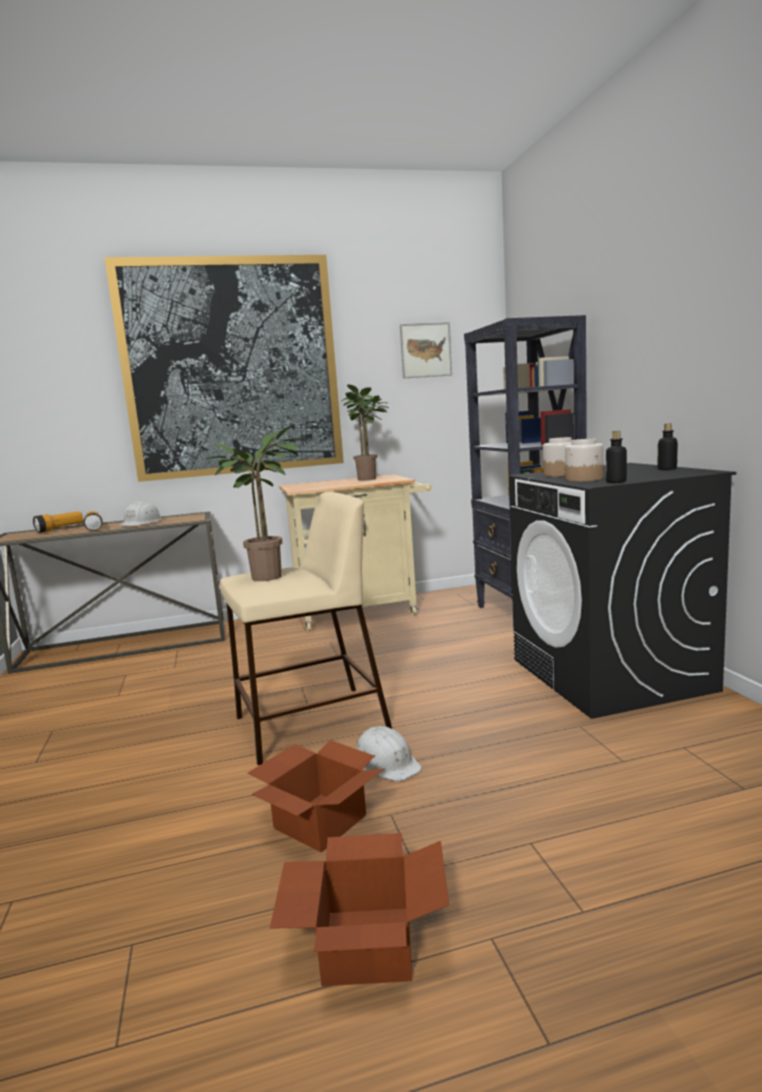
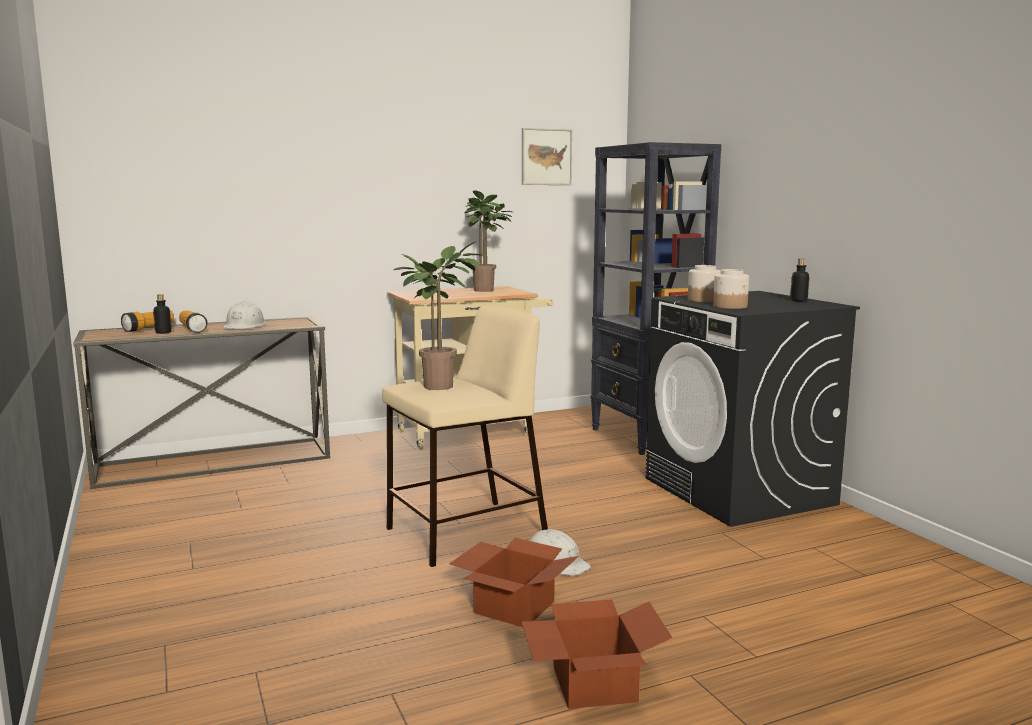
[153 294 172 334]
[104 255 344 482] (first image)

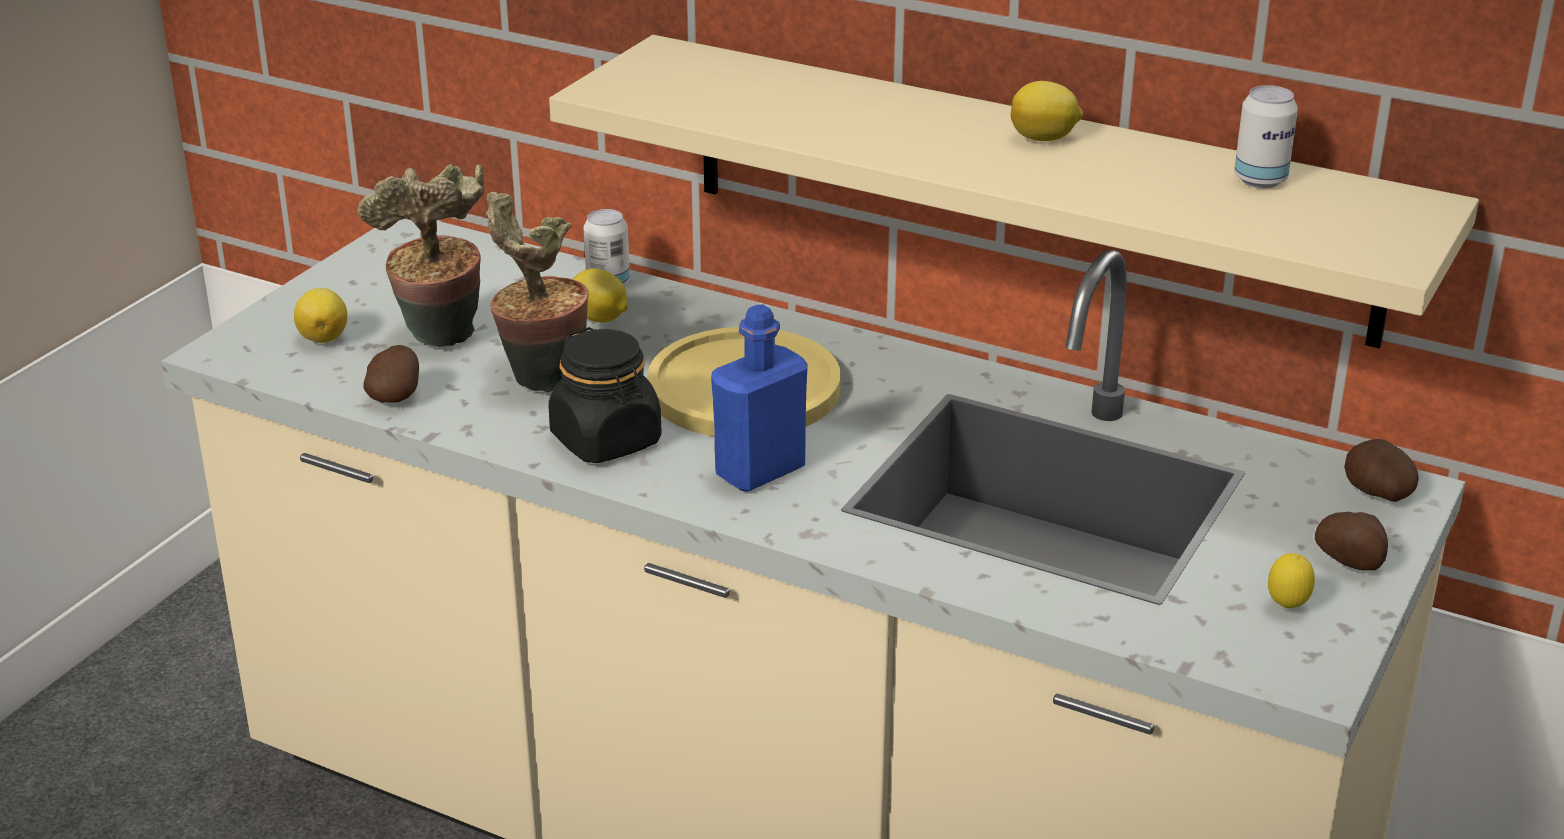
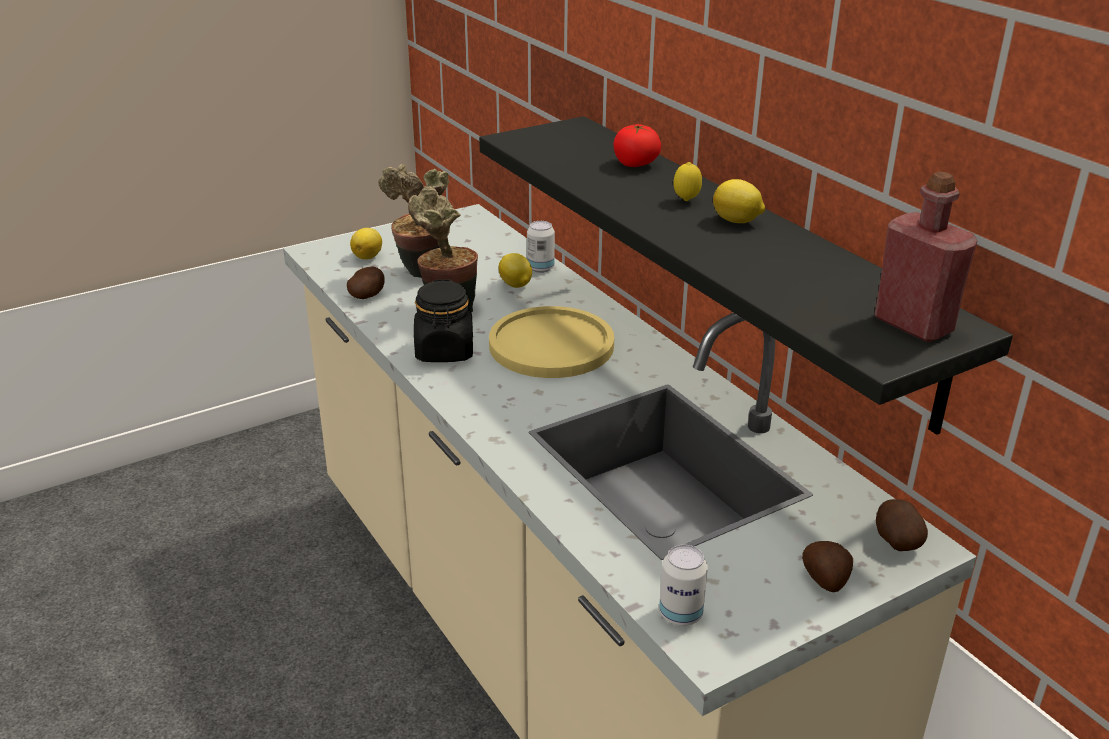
[479 116 1013 435]
[614 124 661 167]
[659 545 708 626]
[673 162 702 201]
[875 172 977 342]
[711 304 808 492] (first image)

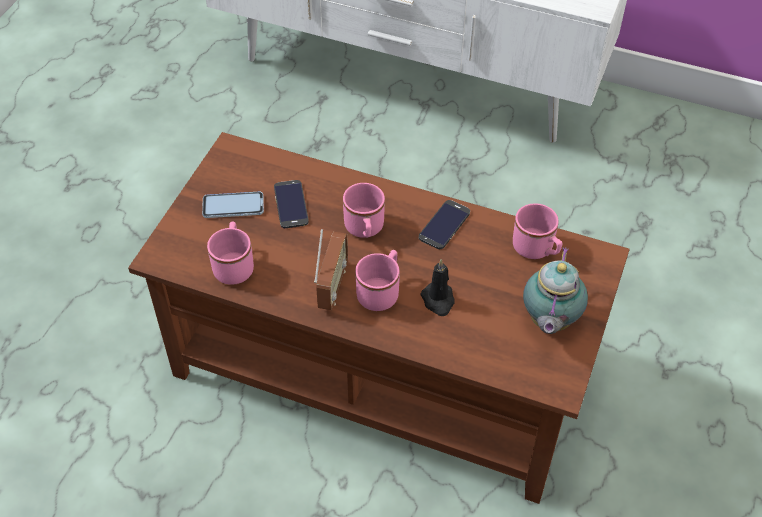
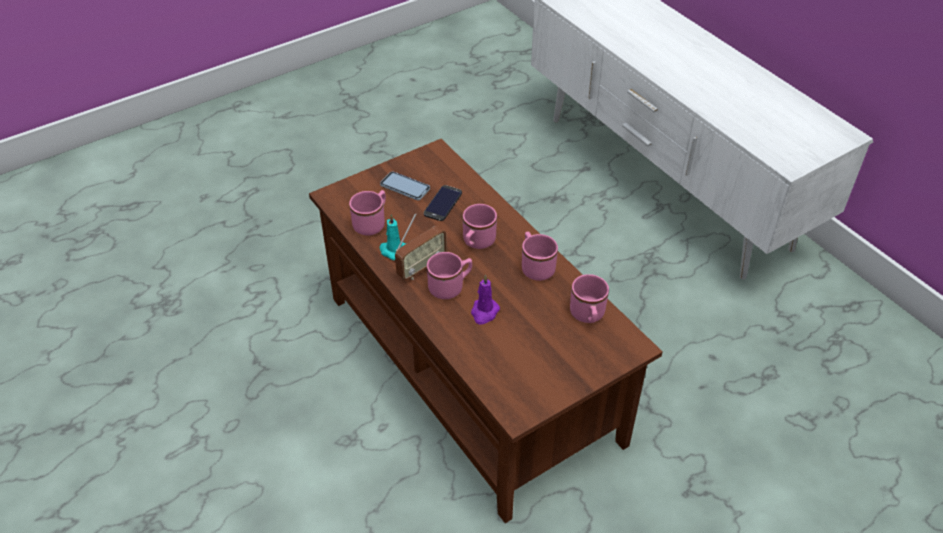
[380 214 406 260]
[471 275 500 325]
[522 232 558 281]
[523 247 588 334] (first image)

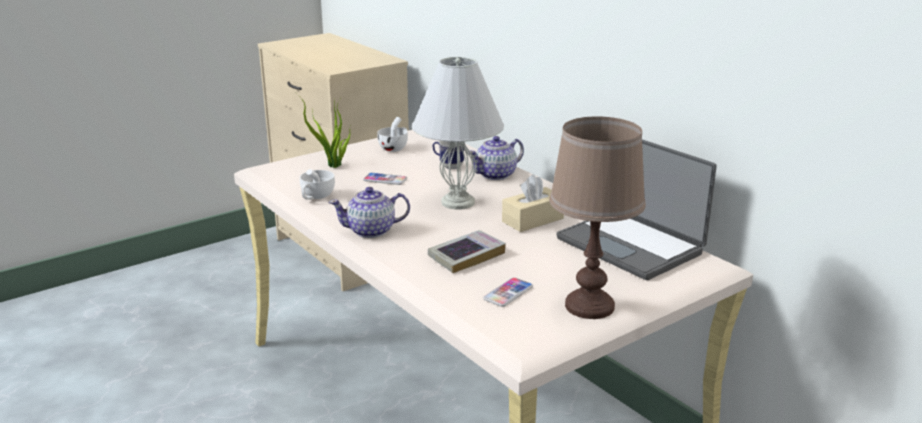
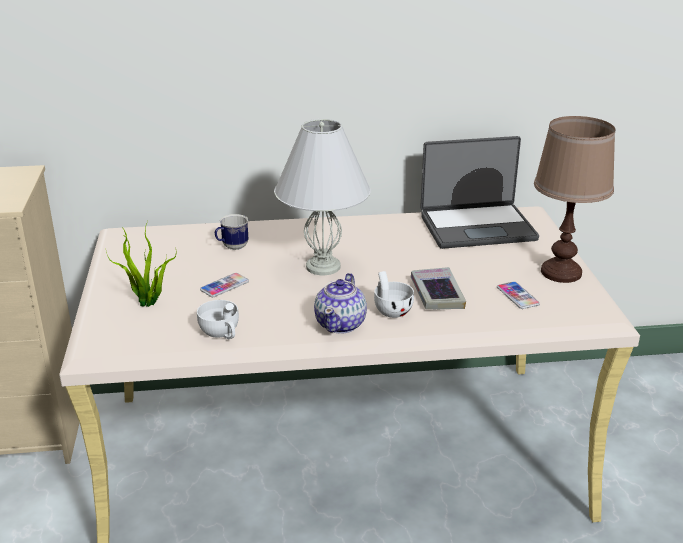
[374 271 414 318]
[468 136 524 180] (first image)
[502 174 564 232] (first image)

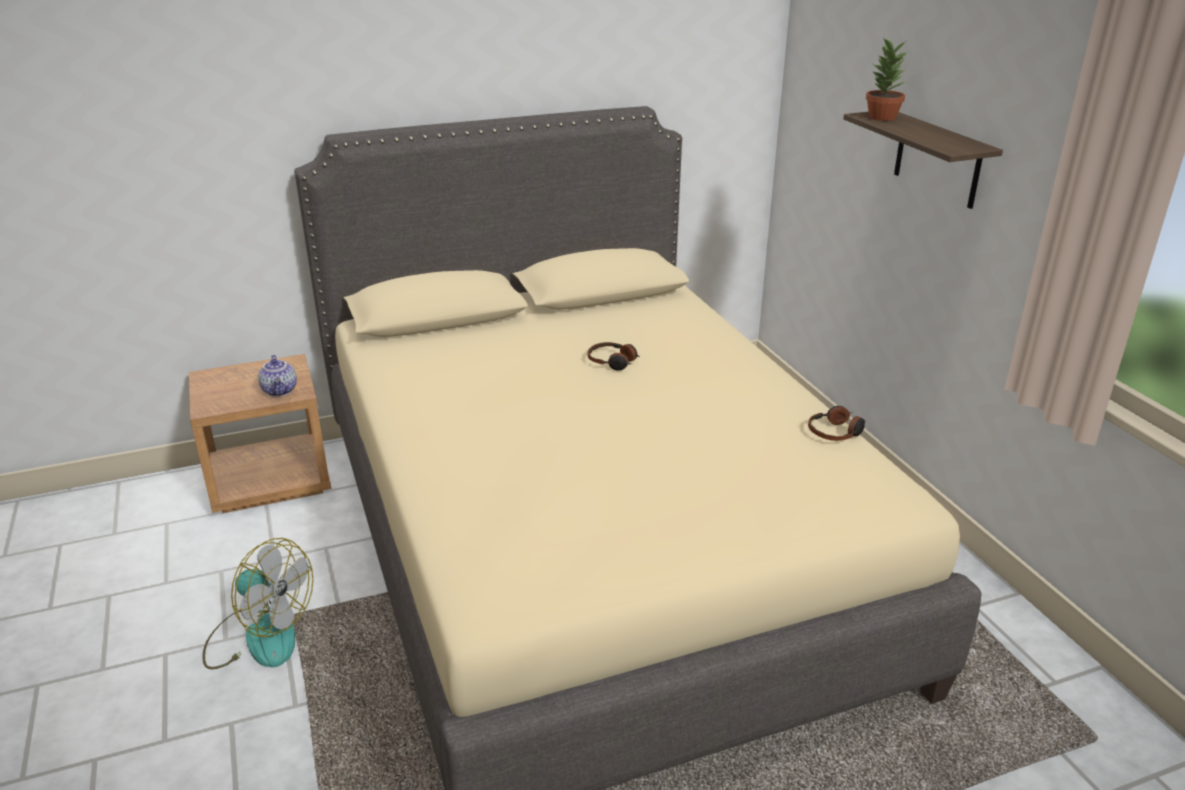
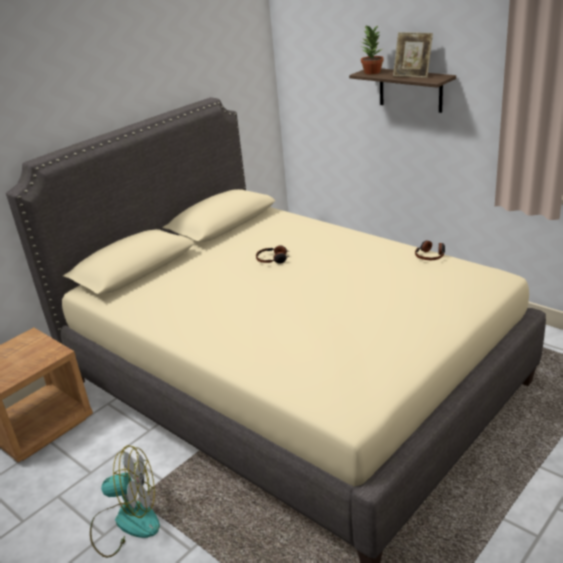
[393 32 433 78]
[258 355 297 397] (first image)

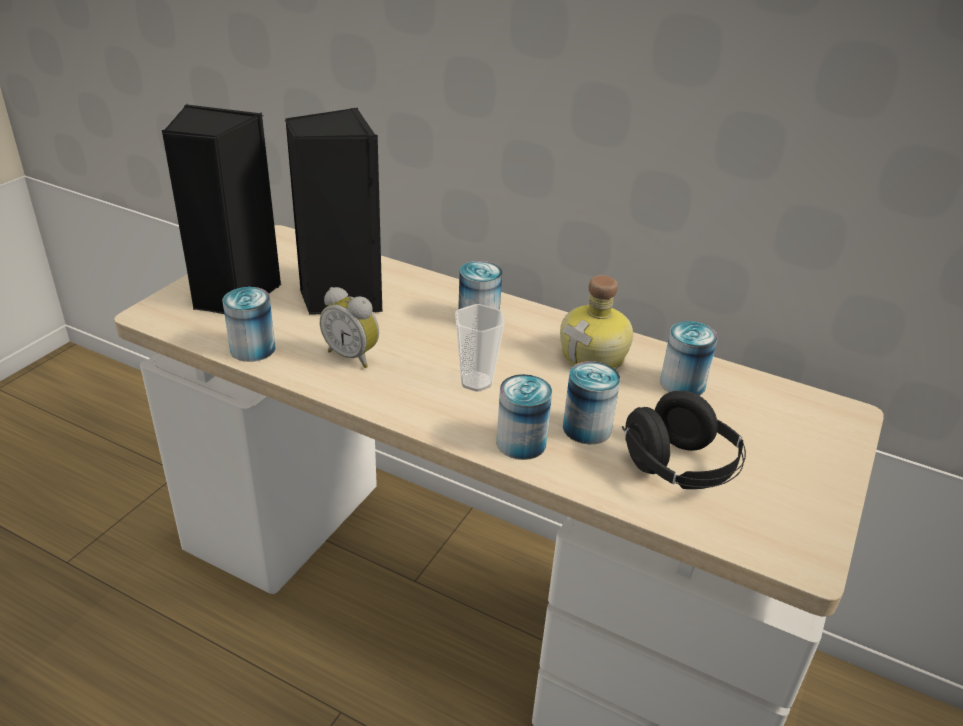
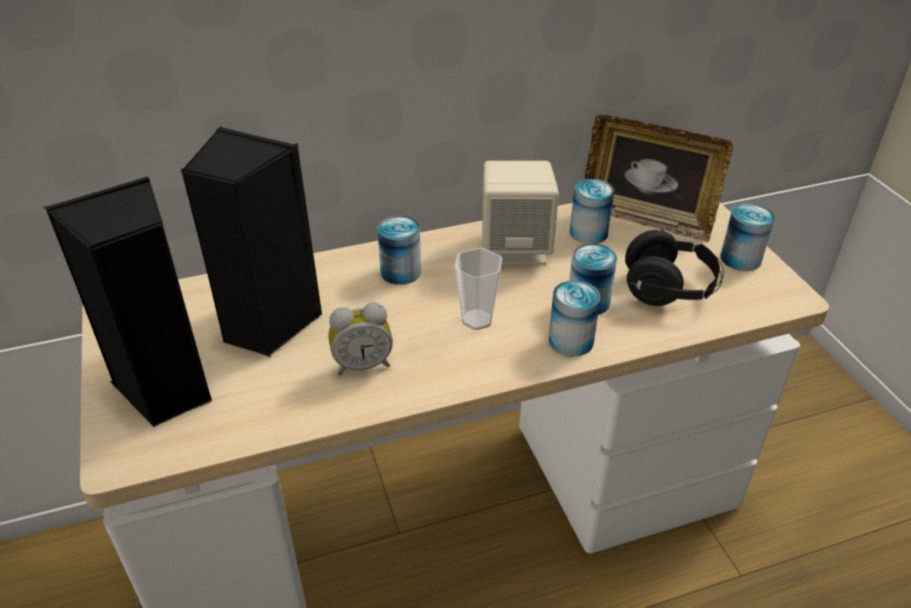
[482 161 559 264]
[584 115 733 242]
[720 203 775 271]

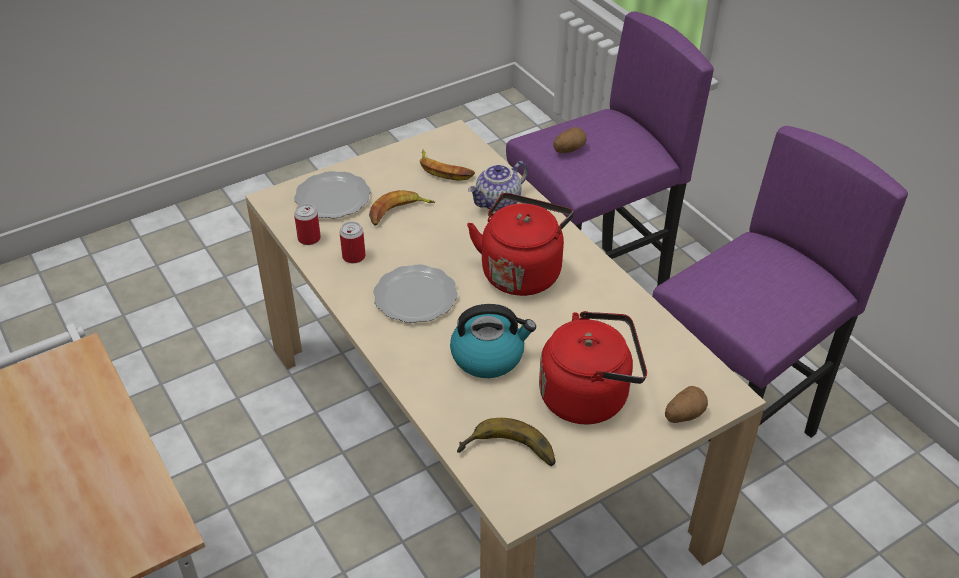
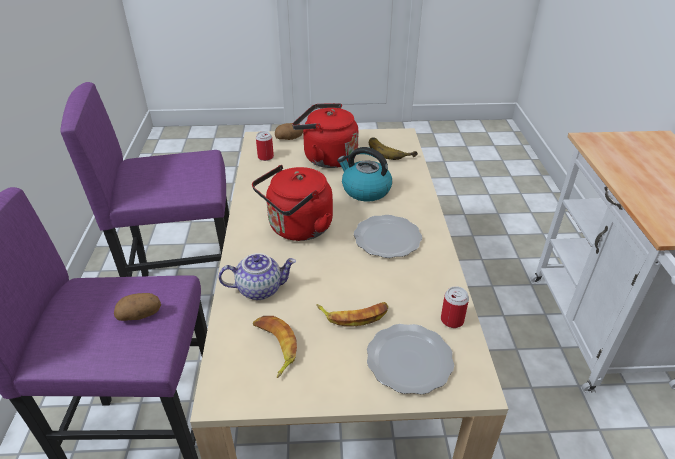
[256 131 274 161]

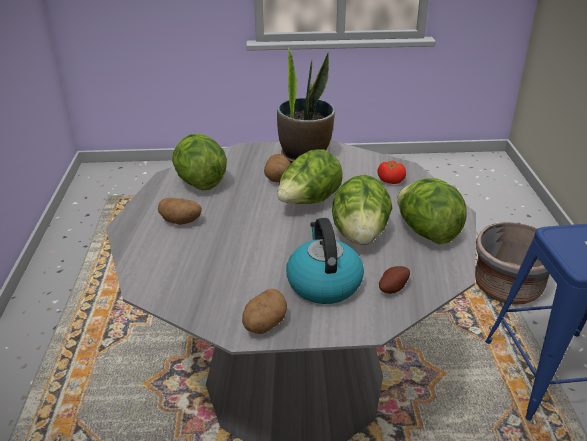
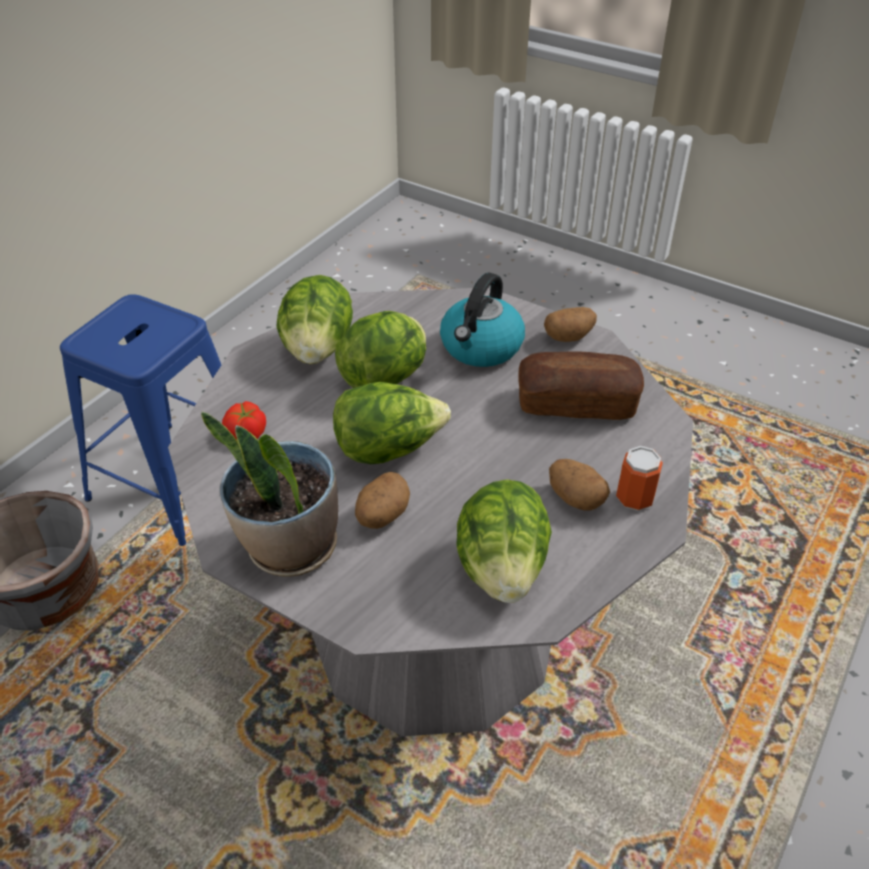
[518 352 644 420]
[616 446 663 511]
[379 266 410 294] (first image)

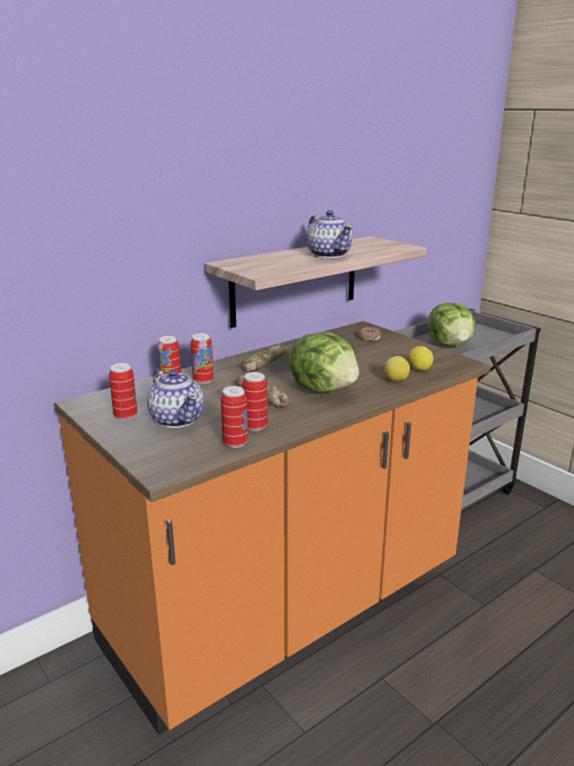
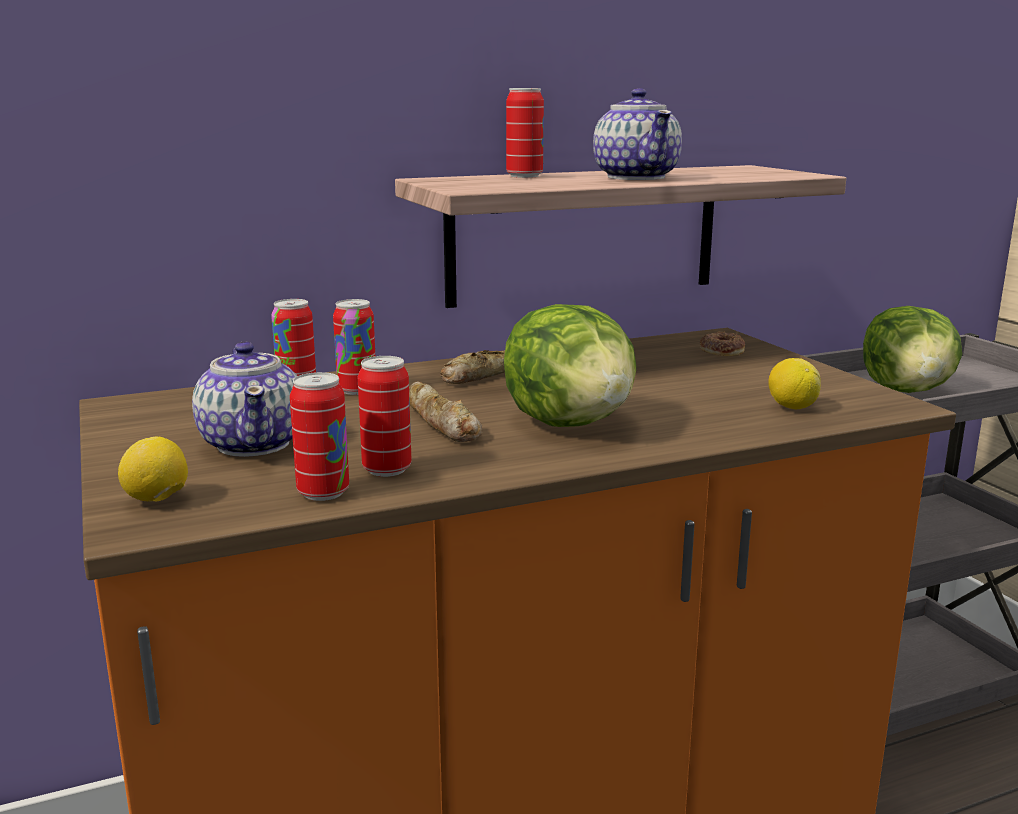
[118 436 188 501]
[506 88 544 178]

